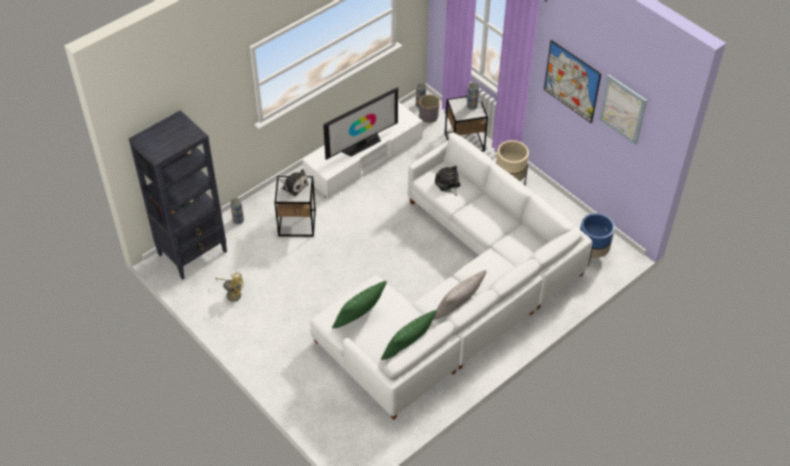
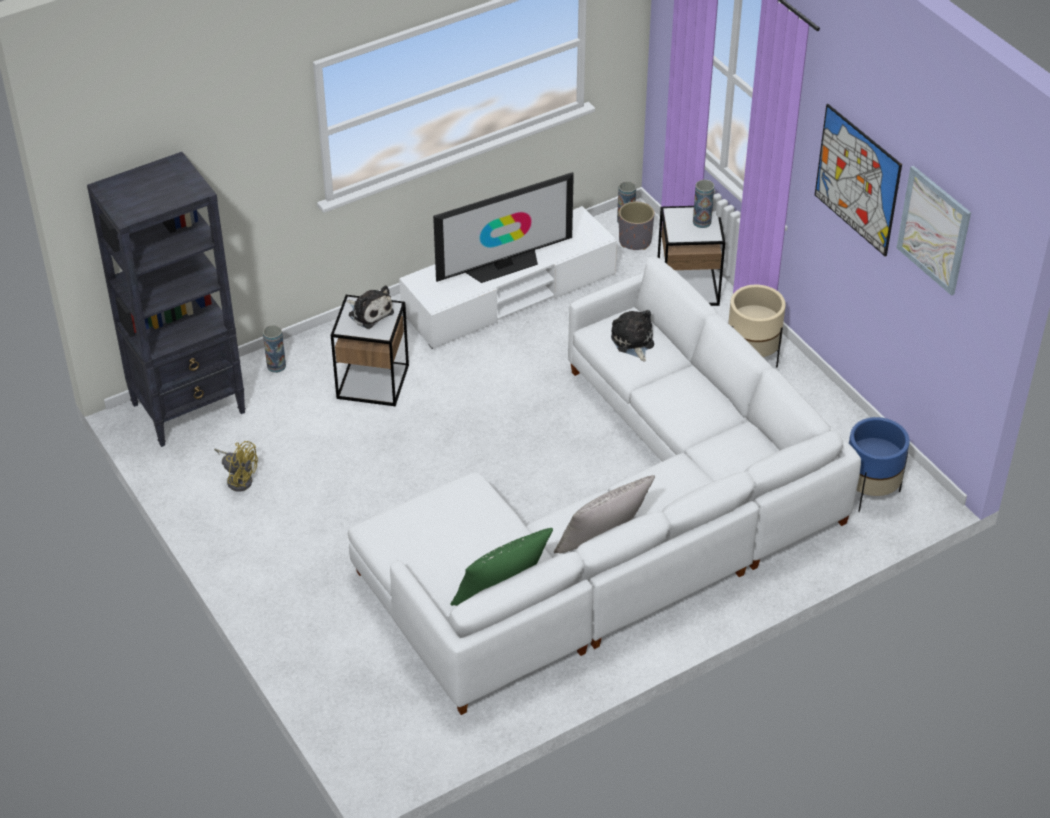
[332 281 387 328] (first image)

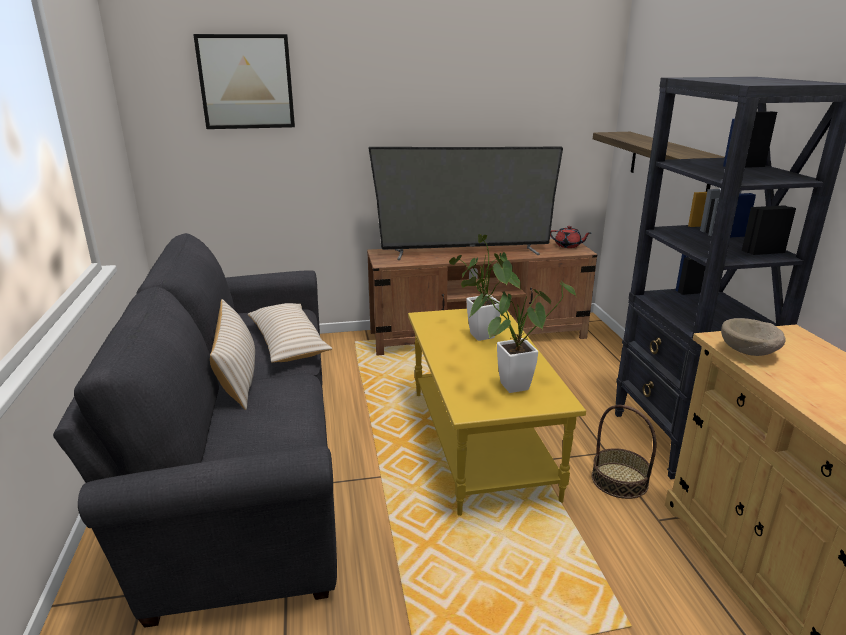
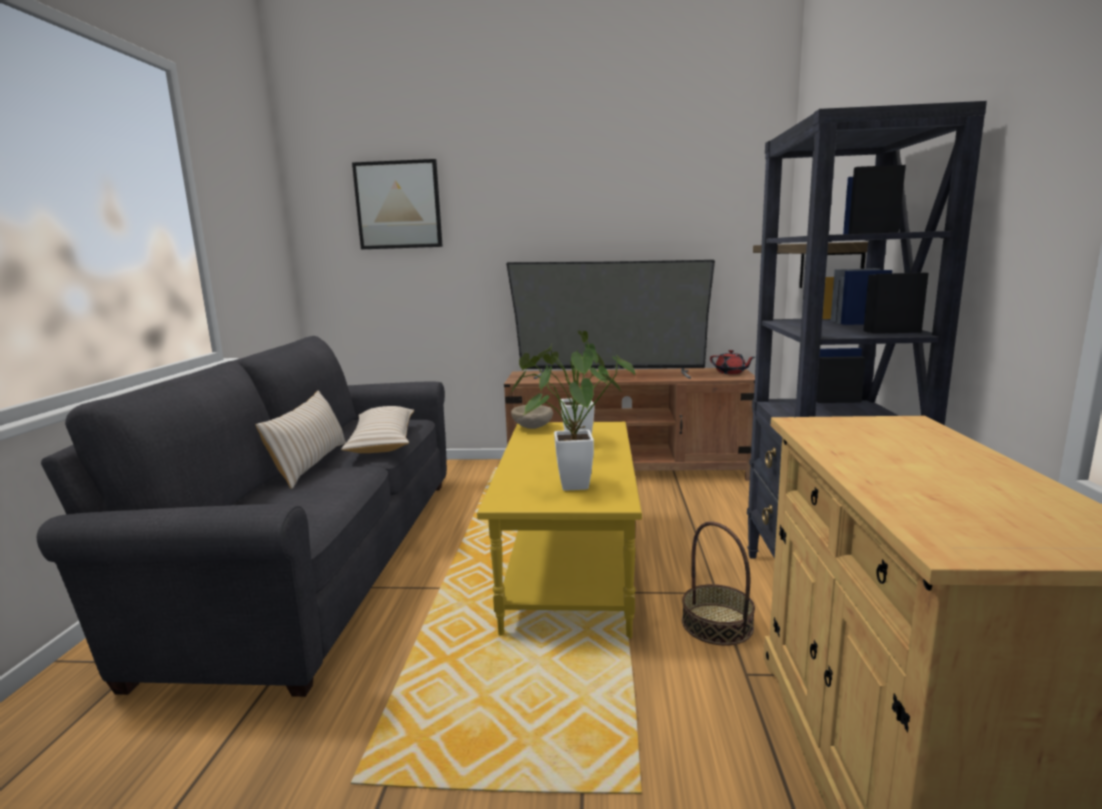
[511 405 553 429]

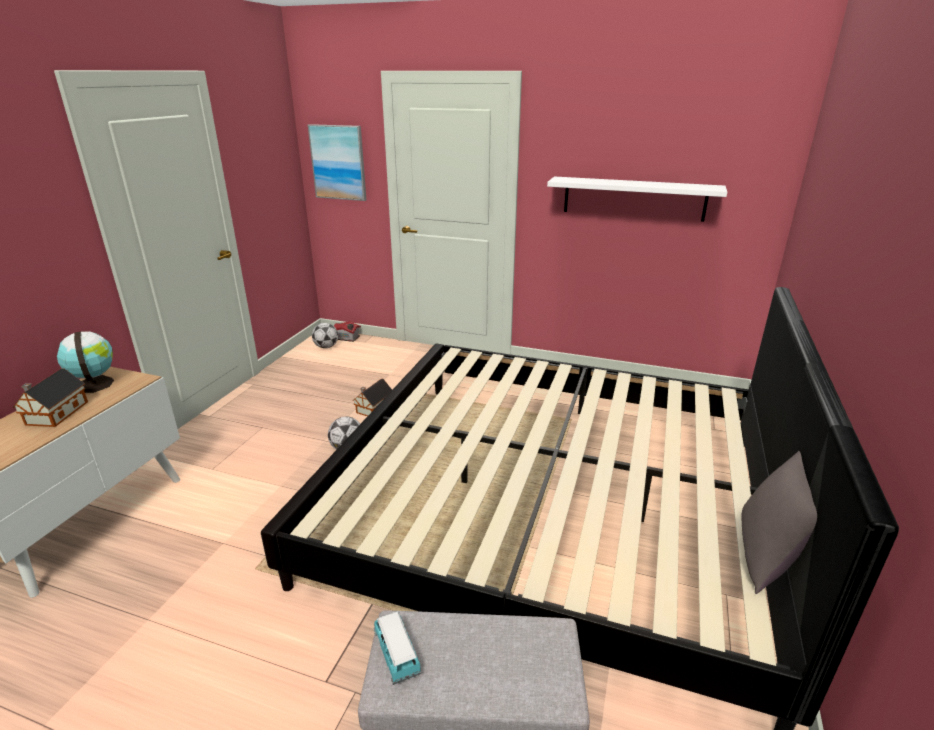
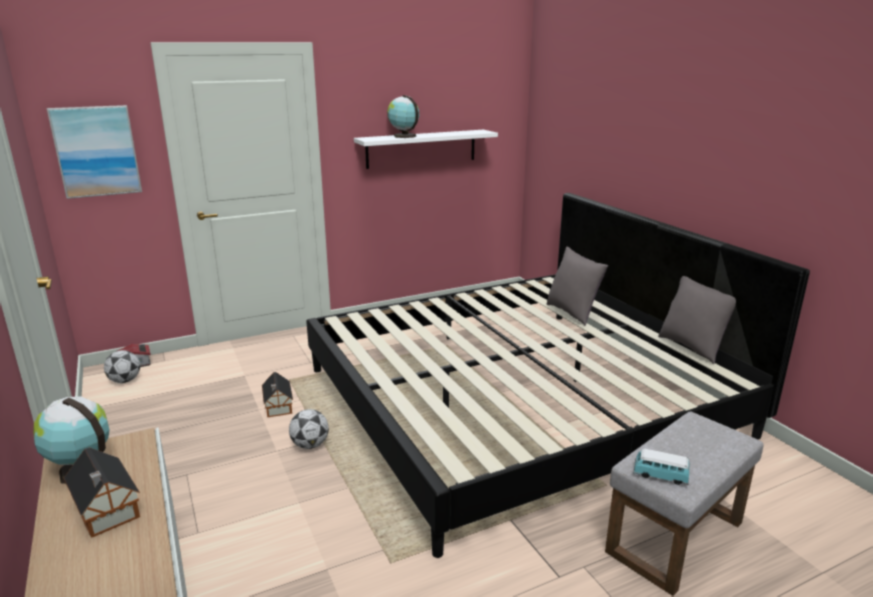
[387 95 419 138]
[547 247 608 326]

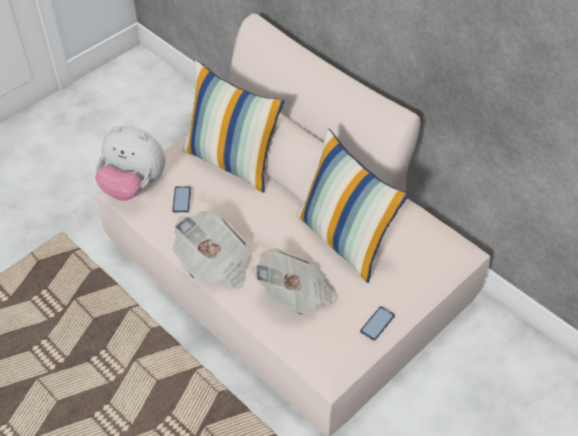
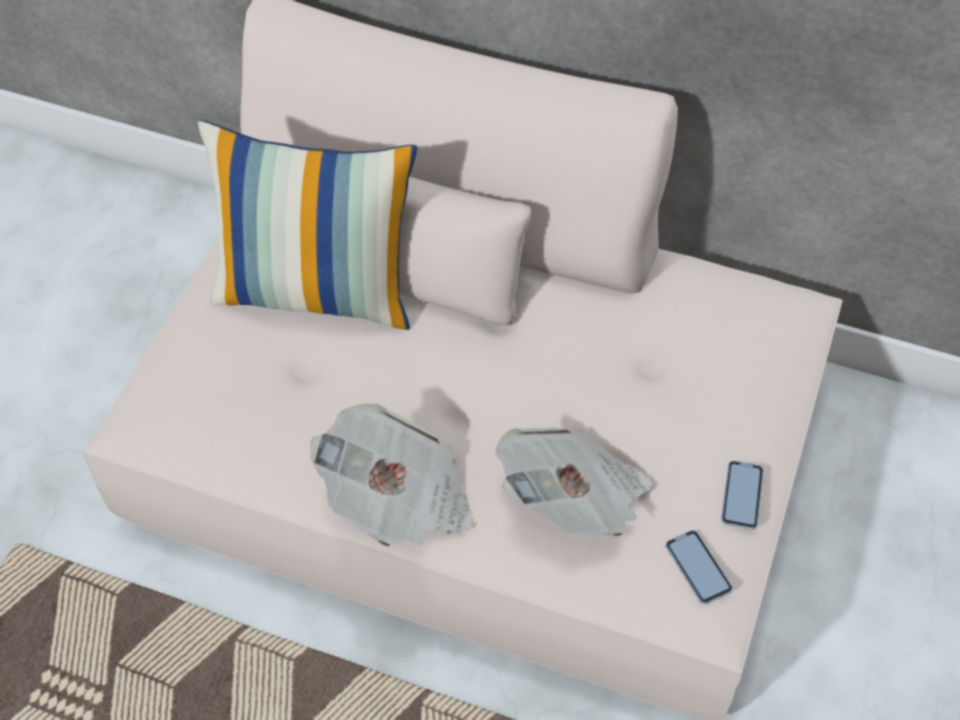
[666 530 733 604]
[95 126 165 201] (first image)
[296 128 409 283] (first image)

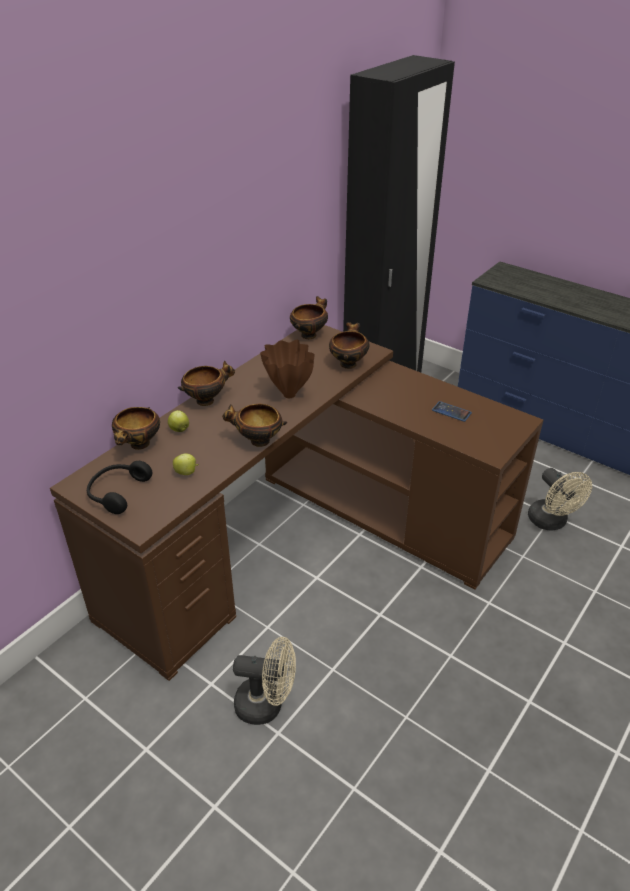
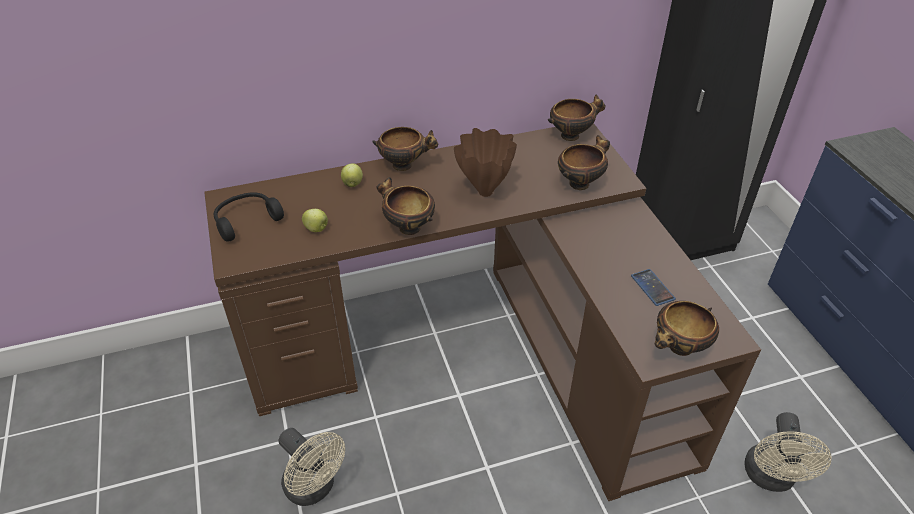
[655 301 719 356]

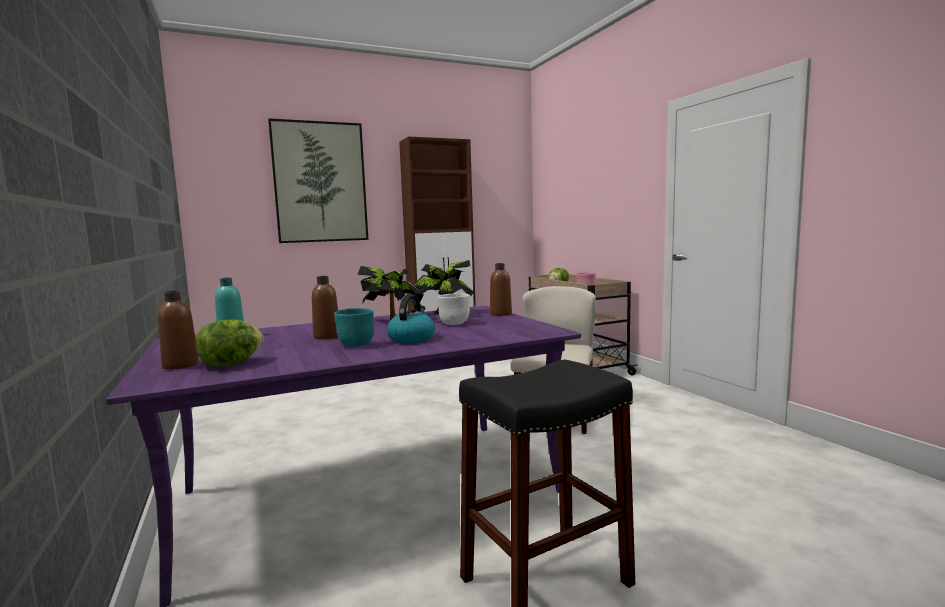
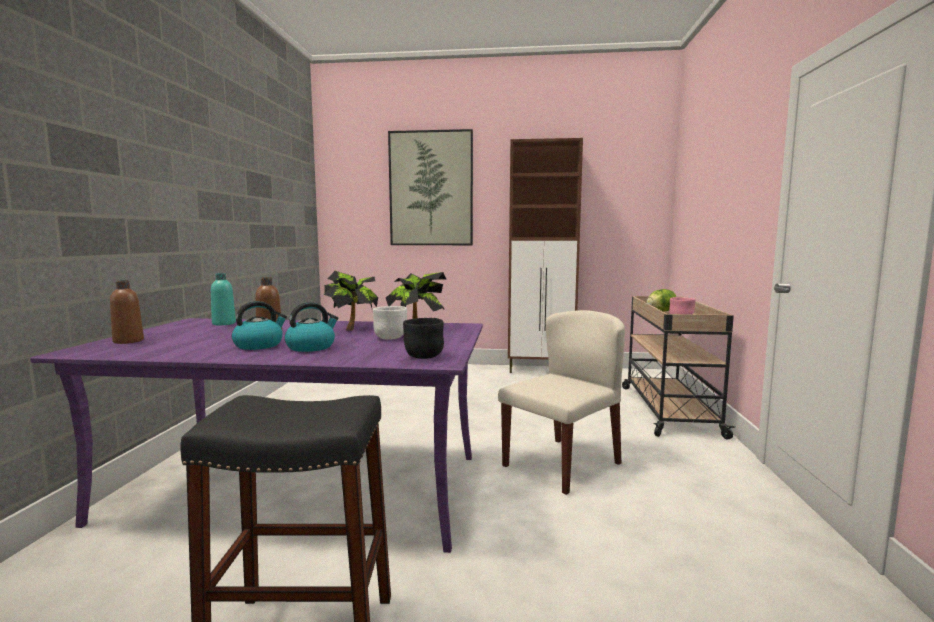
[232 301 287 350]
[403 318 444 359]
[195 320 264 367] (first image)
[490 263 512 316] (first image)

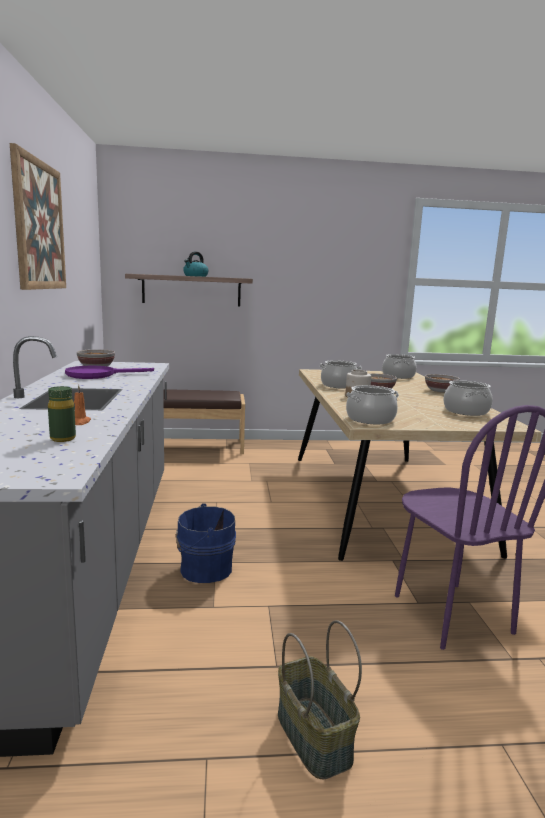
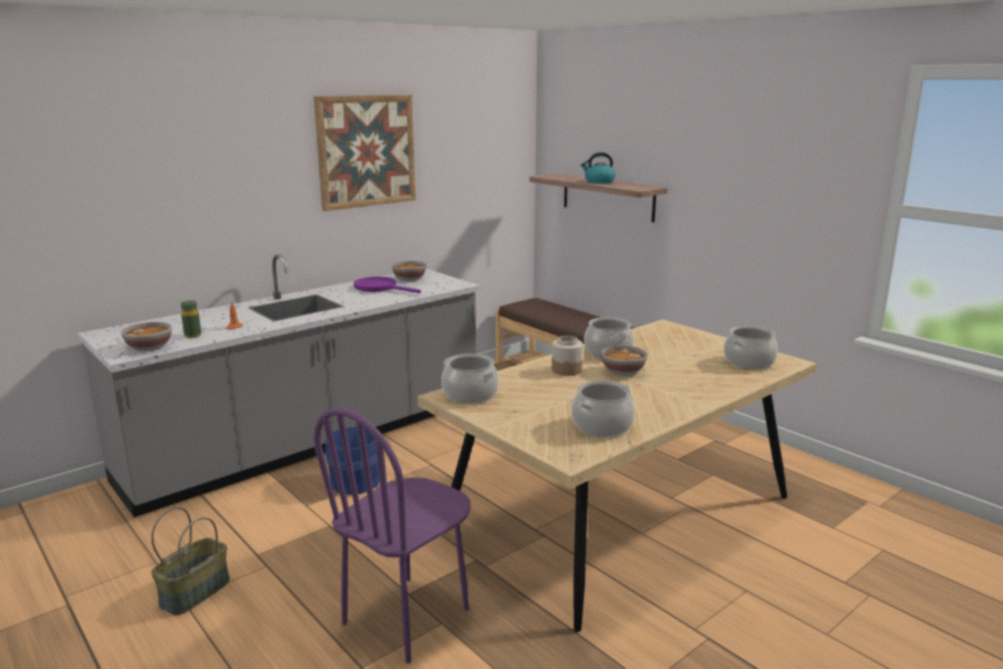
[121 322 172 351]

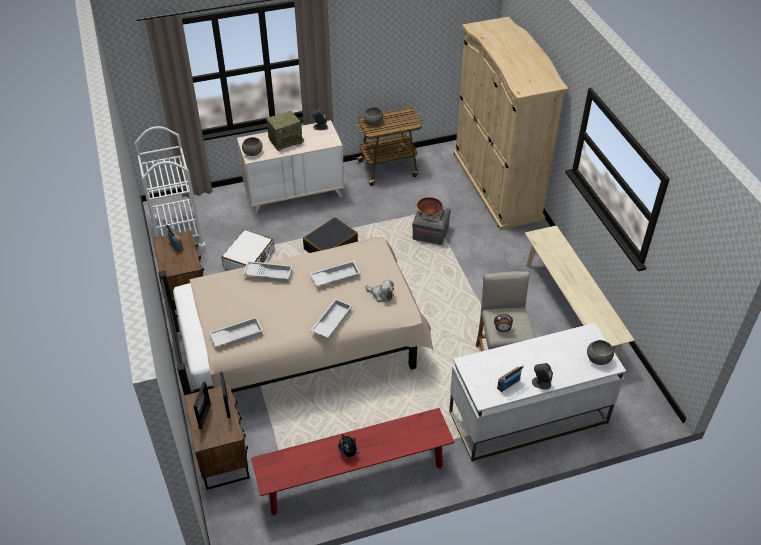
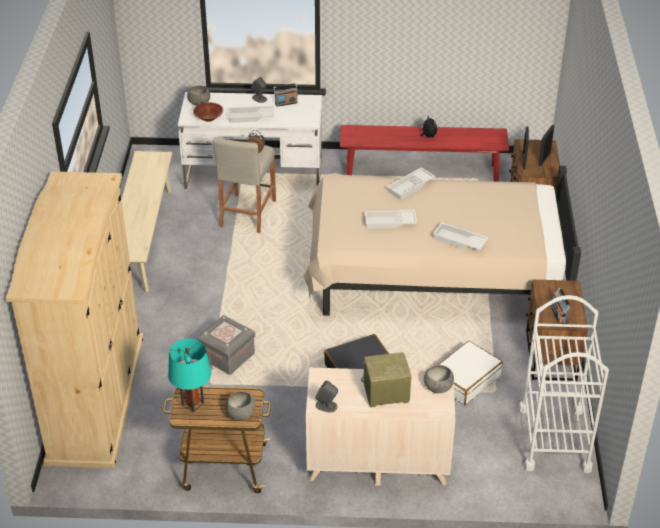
[168 338 211 412]
[193 102 223 122]
[228 106 275 123]
[365 280 394 302] (first image)

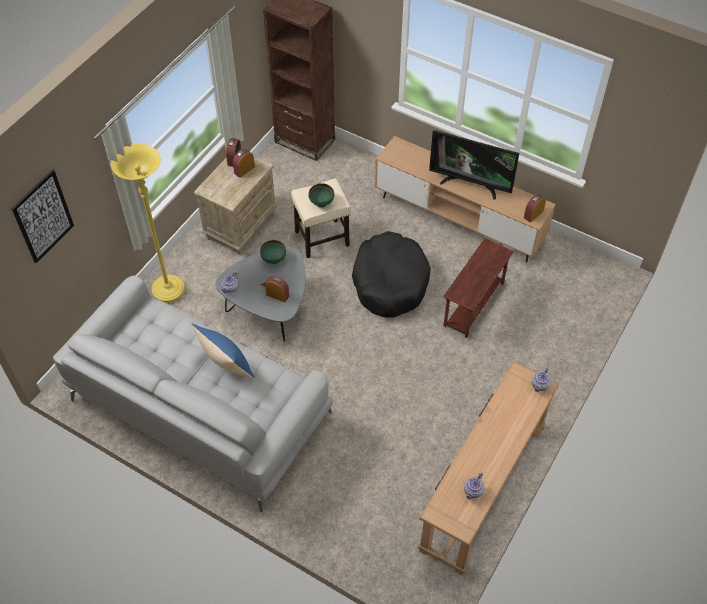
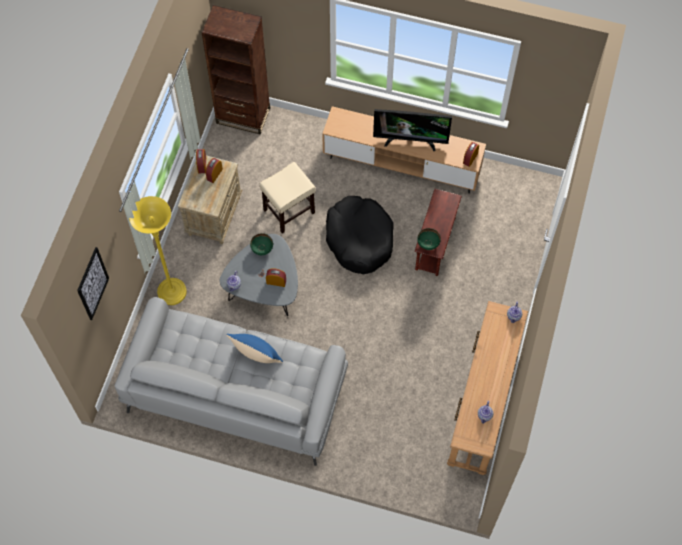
[417 228 441 250]

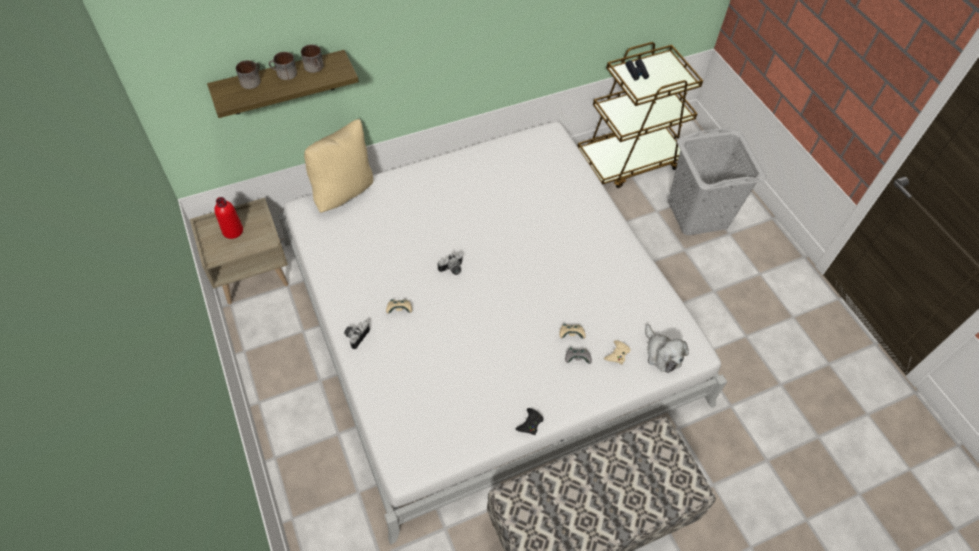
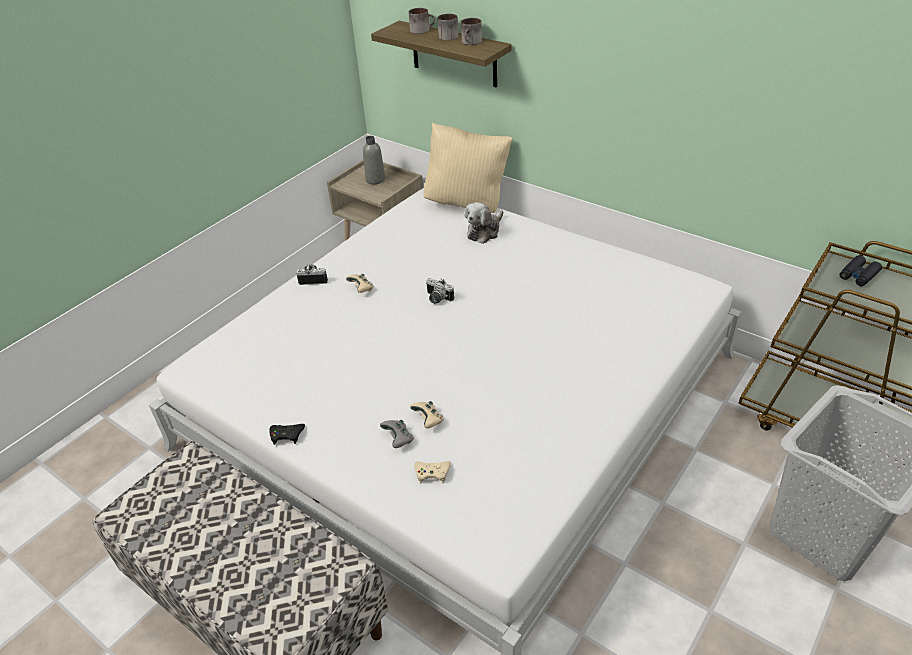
[363 136 385 184]
[465 202 503 244]

